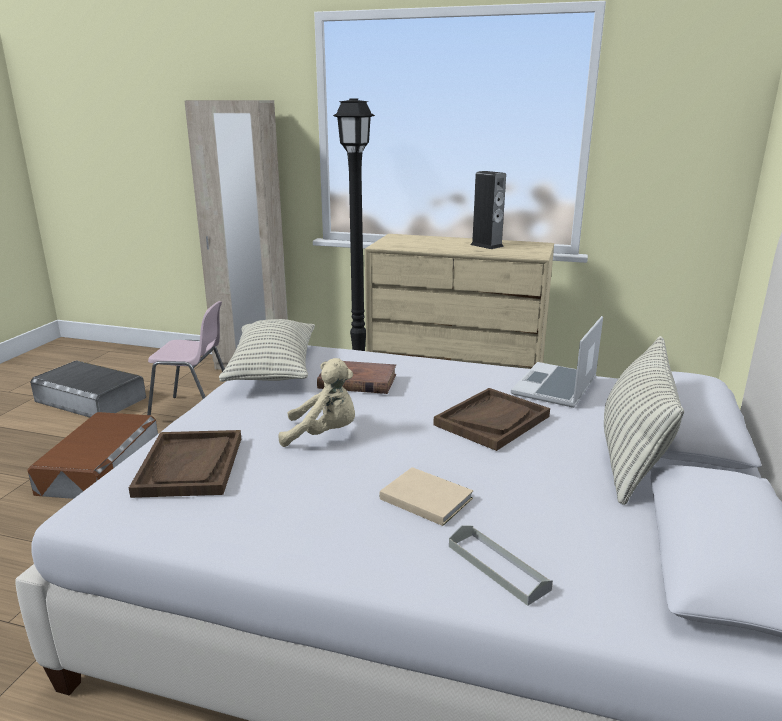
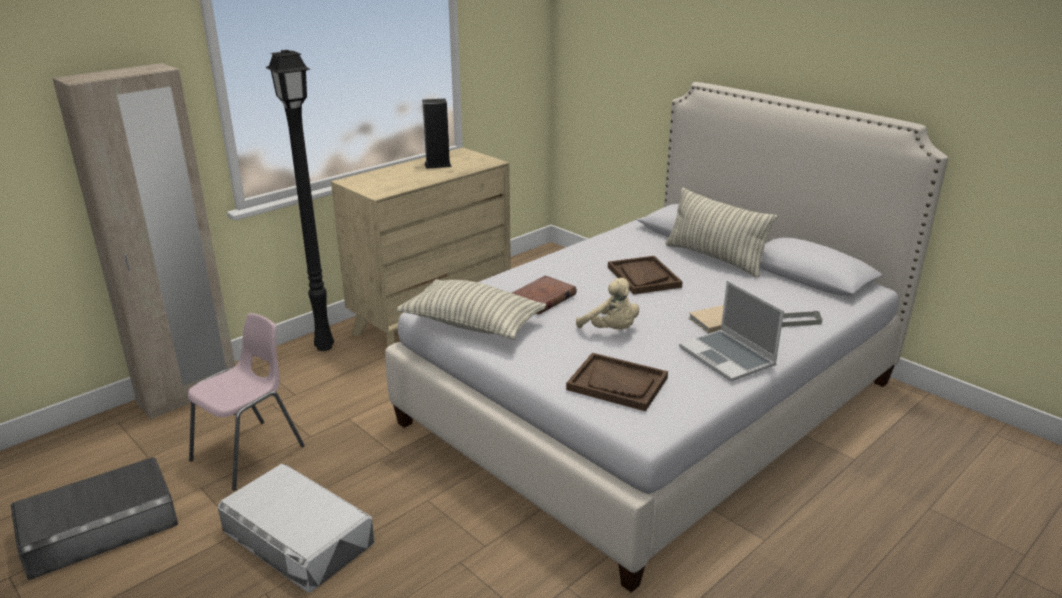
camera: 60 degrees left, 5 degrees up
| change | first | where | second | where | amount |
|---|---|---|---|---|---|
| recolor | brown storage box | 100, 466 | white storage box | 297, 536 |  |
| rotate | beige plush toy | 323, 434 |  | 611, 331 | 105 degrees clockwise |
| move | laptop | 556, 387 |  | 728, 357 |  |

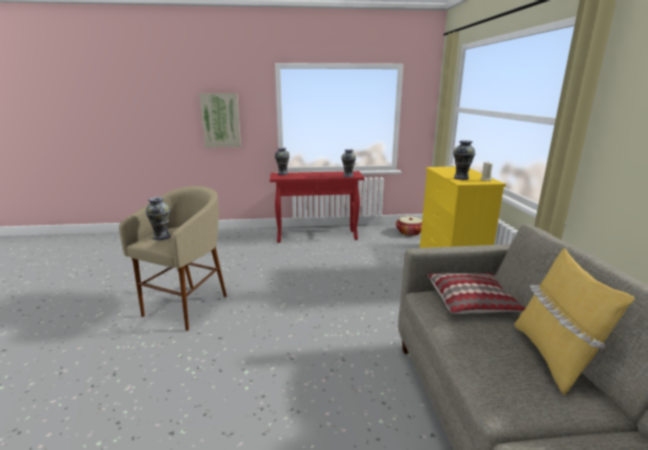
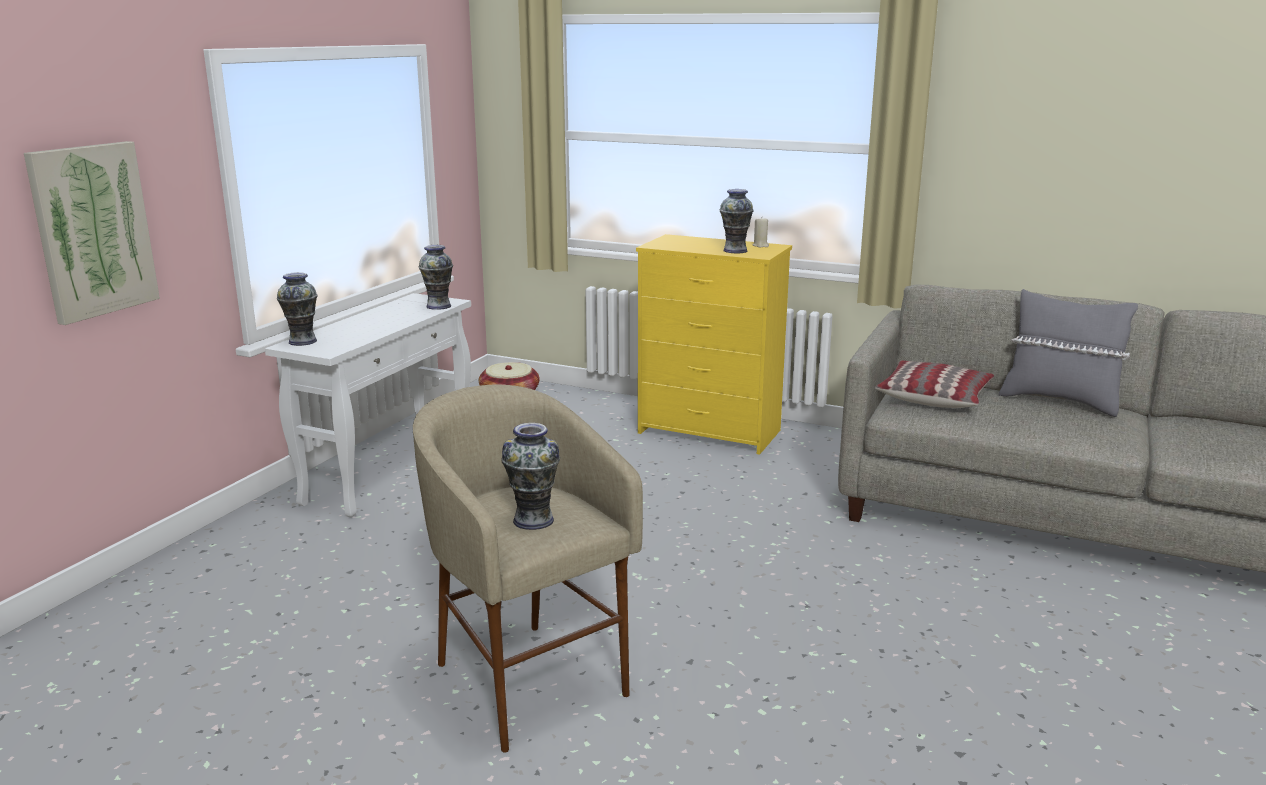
camera: 60 degrees left, 0 degrees up
| change | first | where | second | where | amount |
|---|---|---|---|---|---|
| recolor | red console table | 317, 236 | white console table | 390, 471 |  |
| recolor | yellow pillow | 553, 356 | grey pillow | 1059, 401 |  |

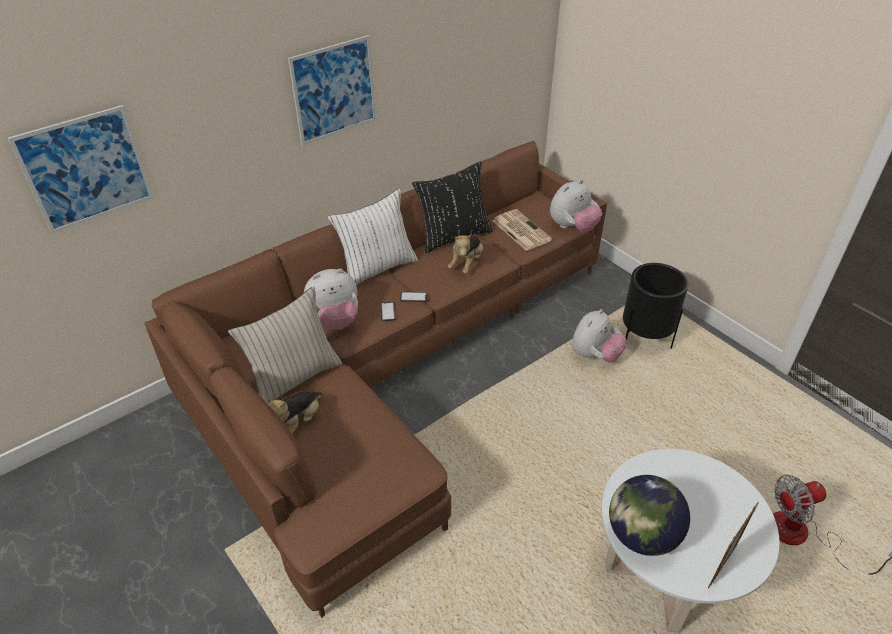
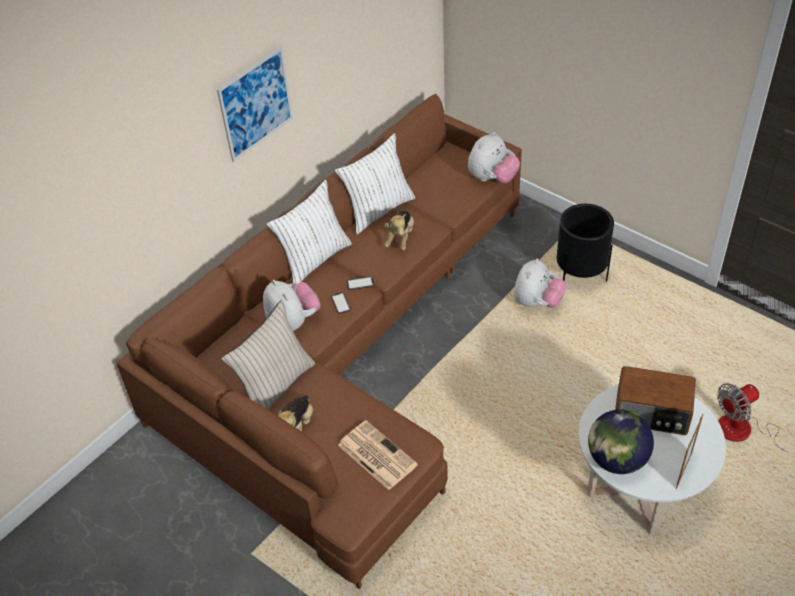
camera: 10 degrees left, 5 degrees up
| change | first | where | second | where | amount |
|---|---|---|---|---|---|
| delete | picture | 86, 169 |  |  |  |
| rotate | plush toy | 335, 320 |  | 293, 321 | 90 degrees counterclockwise |
| recolor | black pillow | 453, 236 | white pillow | 378, 210 |  |
| move | newspaper | 520, 230 |  | 376, 455 |  |
| insert |  |  | radio | 652, 413 |  |

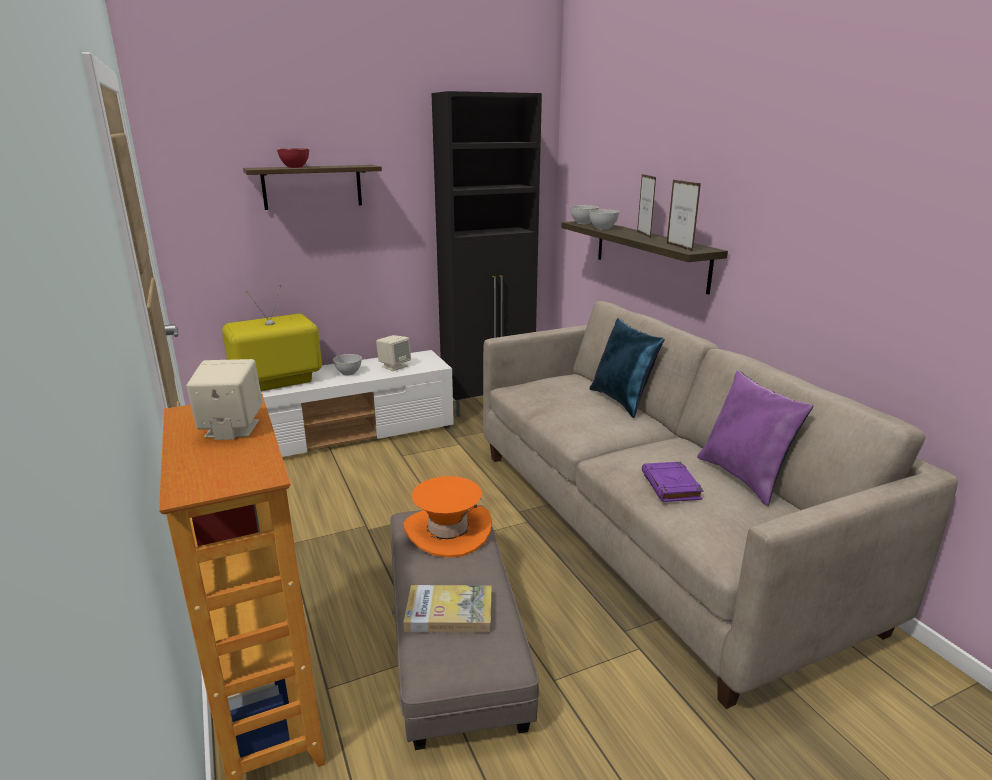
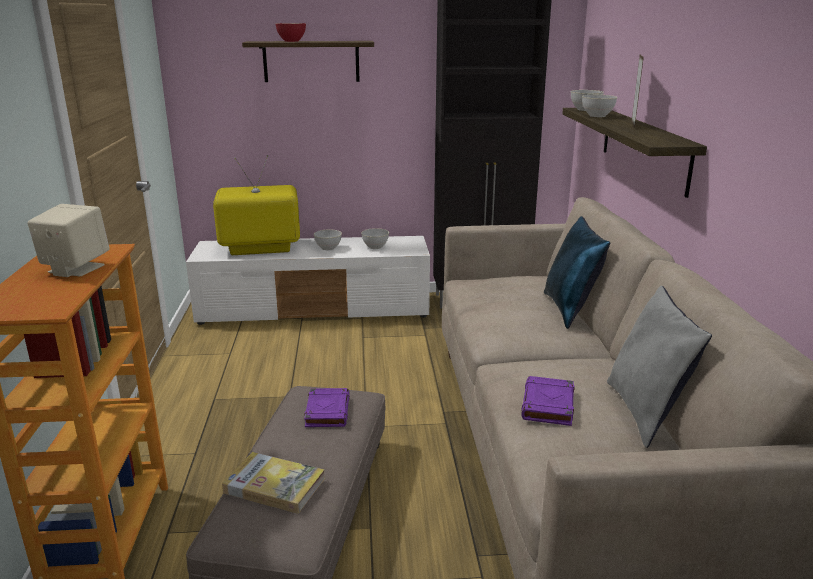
camera: 20 degrees right, 0 degrees up
| change | first | where | second | where | amount |
|---|---|---|---|---|---|
| replace | beige speaker | 394, 366 | grey bowl | 375, 247 |  |
| replace | orange hat | 448, 531 | purple book | 327, 411 |  |
| delete | picture frame | 679, 247 |  |  |  |
| recolor | purple pillow | 744, 477 | grey pillow | 646, 413 |  |

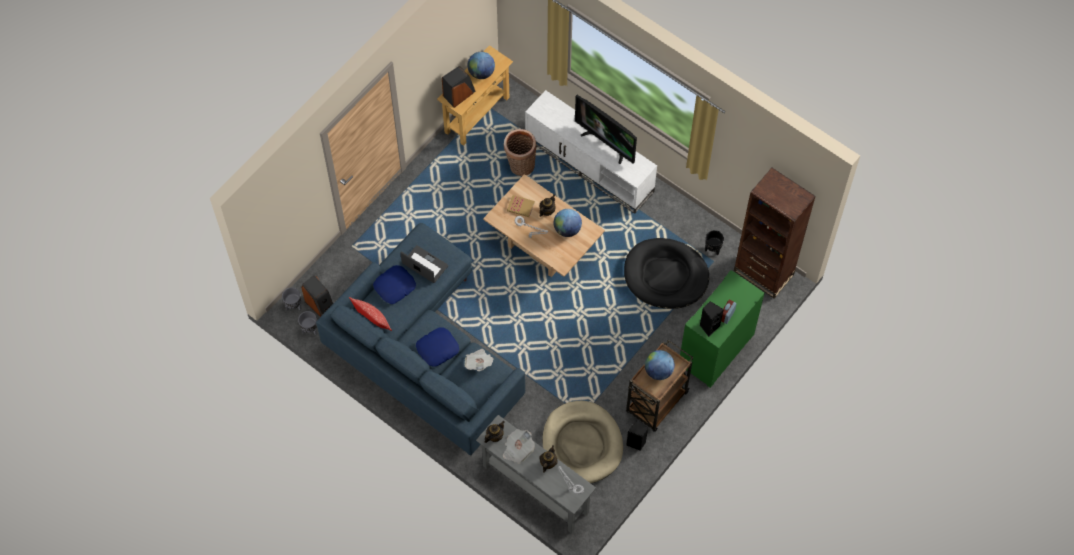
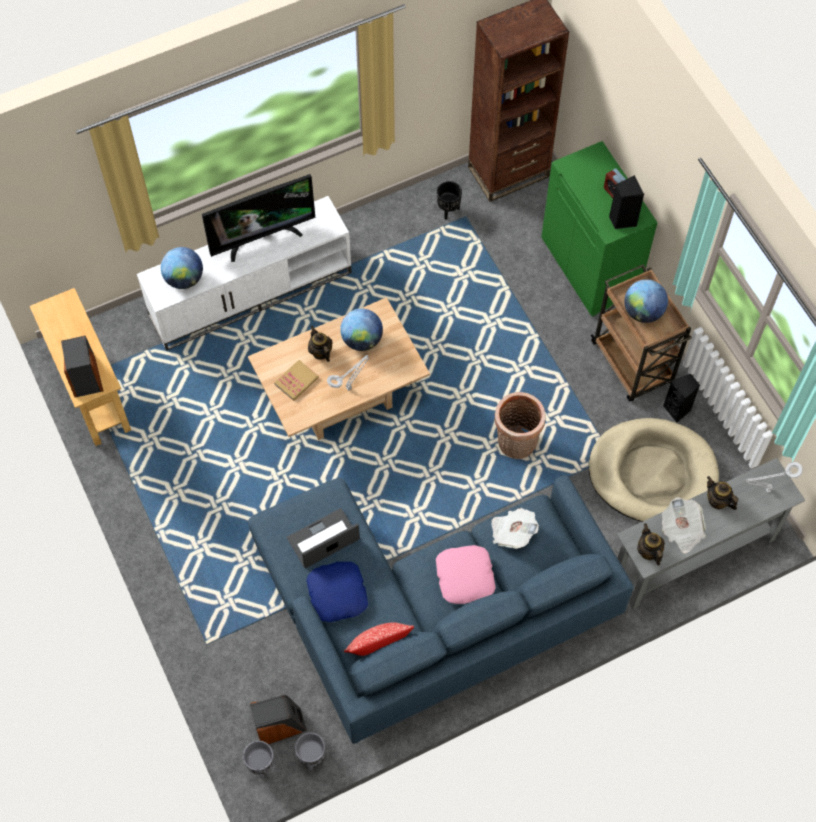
camera: 65 degrees left, 0 degrees up
| change | first | where | second | where | amount |
|---|---|---|---|---|---|
| recolor | blue pillow | 437, 348 | pink pillow | 464, 577 |  |
| move | globe | 481, 73 |  | 184, 279 |  |
| move | basket | 520, 165 |  | 516, 444 |  |
| delete | black dog bed | 665, 275 |  |  |  |

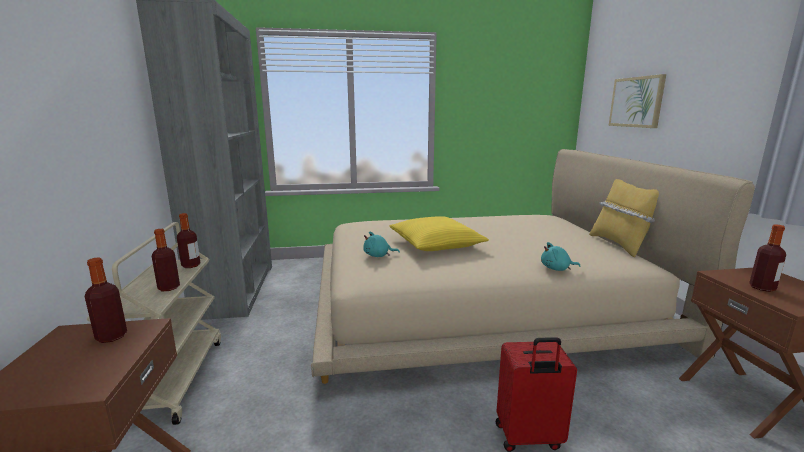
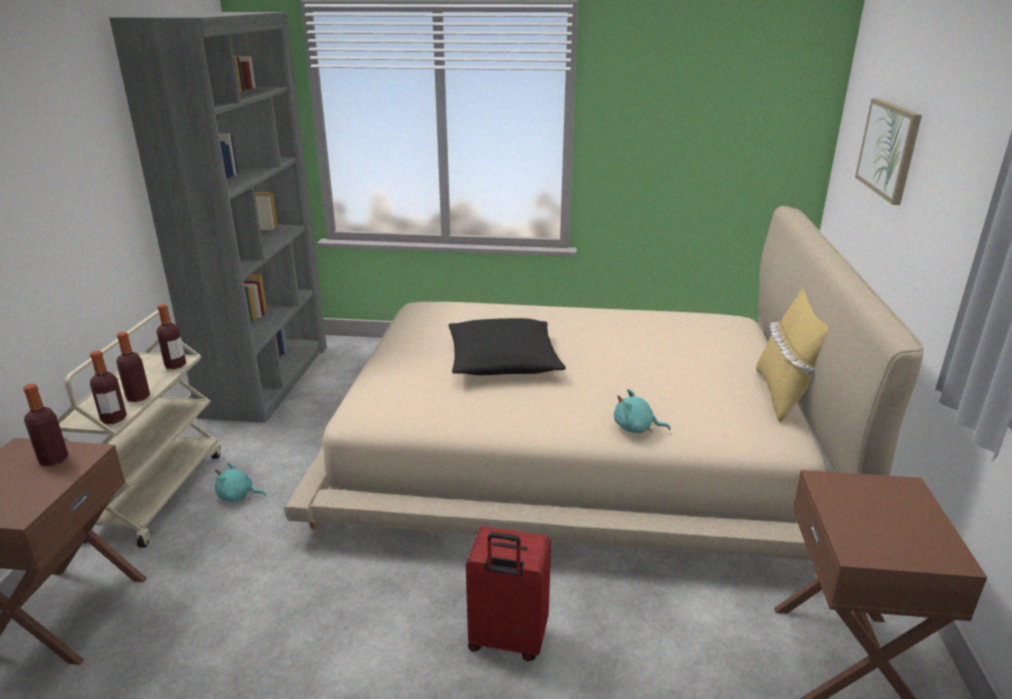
camera: 15 degrees right, 10 degrees up
| change | first | where | second | where | amount |
|---|---|---|---|---|---|
| move | turquoise plush toy | 378, 255 |  | 238, 496 |  |
| recolor | yellow pillow | 435, 244 | black pillow | 503, 360 |  |
| move | bottle | 762, 288 |  | 114, 419 |  |

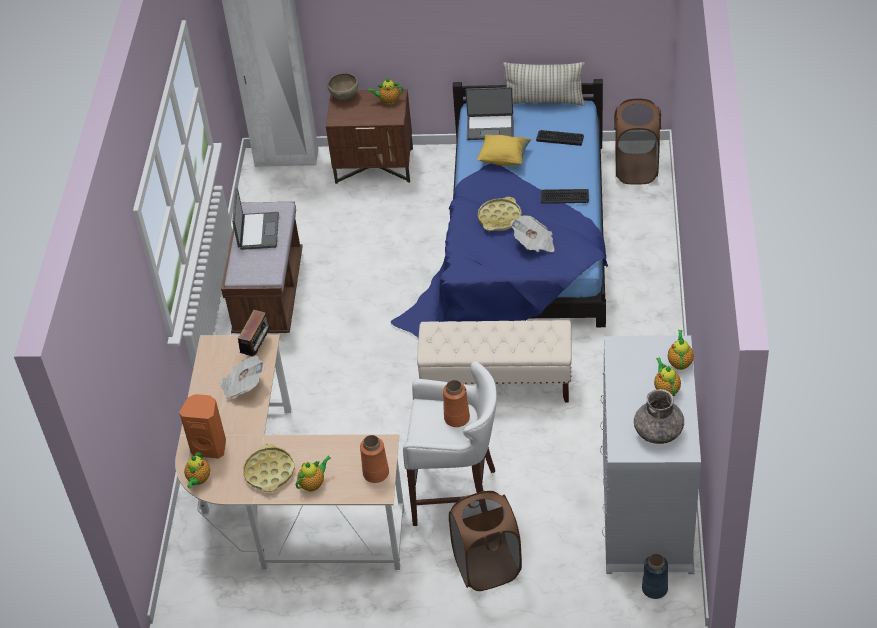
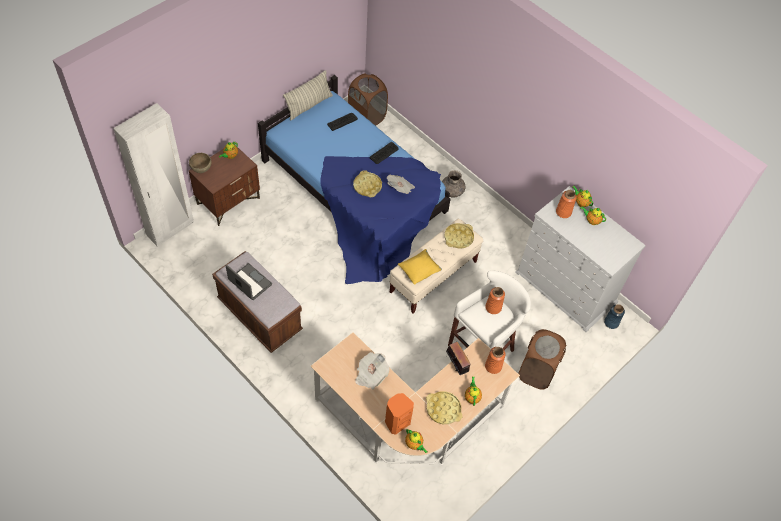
camera: 55 degrees left, 10 degrees up
| change | first | where | second | where | amount |
|---|---|---|---|---|---|
| move | radio | 257, 348 |  | 457, 365 |  |
| delete | laptop | 490, 127 |  |  |  |
| move | yellow pillow | 504, 158 |  | 419, 271 |  |
| move | grey vase | 658, 432 |  | 452, 191 |  |
| insert |  |  | yellow tray | 458, 237 |  |
| insert |  |  | orange vase | 563, 212 |  |

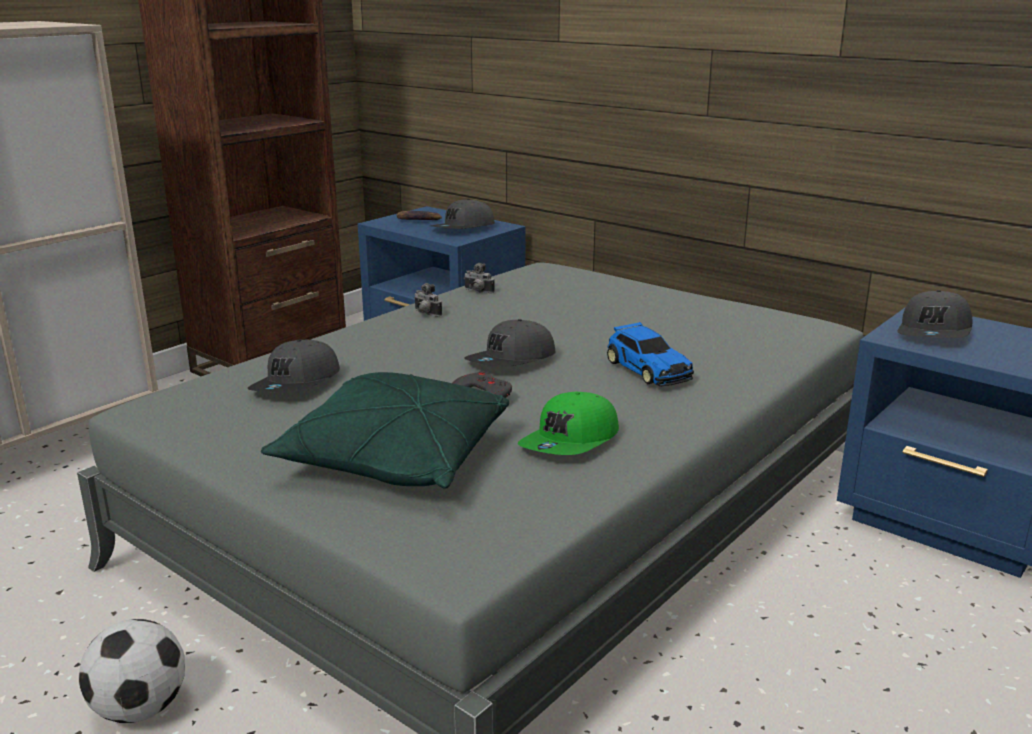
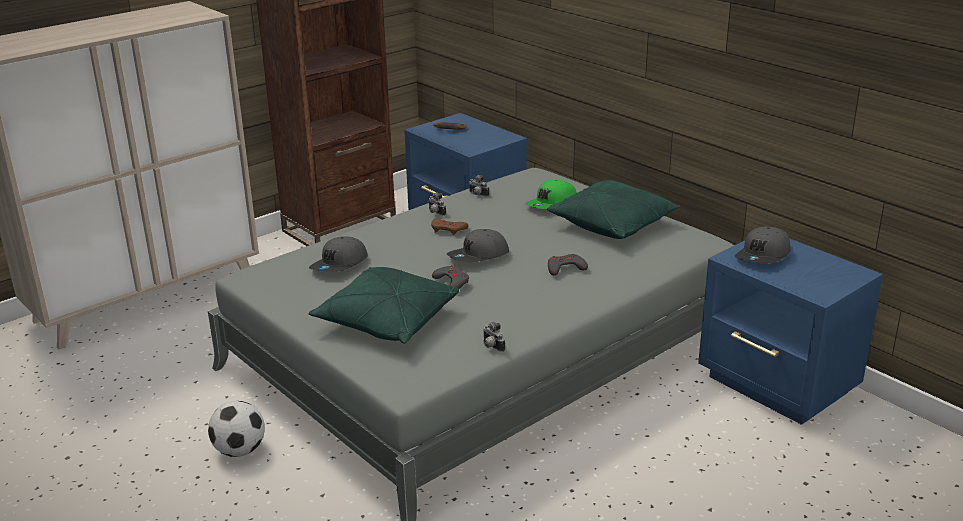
camera: 10 degrees right, 5 degrees up
| change | first | where | second | where | amount |
|---|---|---|---|---|---|
| delete | grey cap | 463, 229 |  |  |  |
| move | green cap | 571, 442 |  | 552, 204 |  |
| replace | toy car | 648, 369 | grey game controller | 565, 268 |  |
| insert |  |  | brown game controller | 448, 229 |  |
| insert |  |  | photo camera | 491, 346 |  |
| insert |  |  | green pillow | 613, 224 |  |

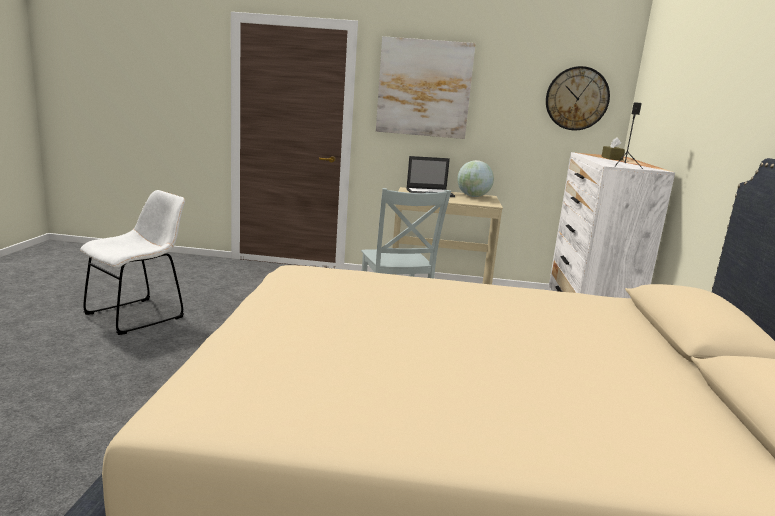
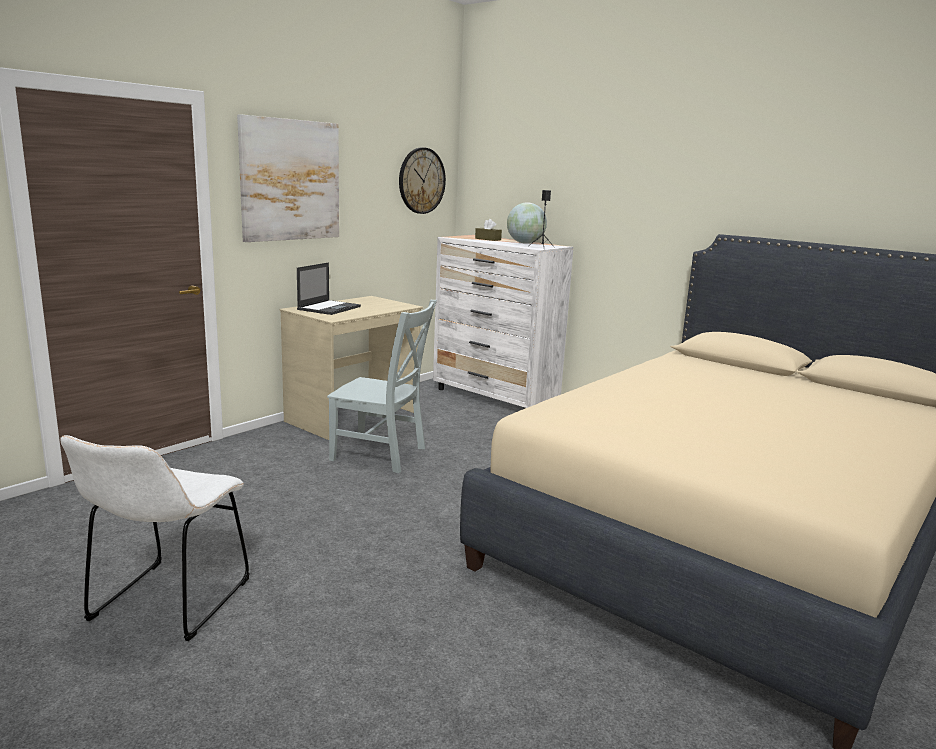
camera: 55 degrees left, 0 degrees up
| change | first | where | second | where | amount |
|---|---|---|---|---|---|
| rotate | white chair | 139, 315 |  | 166, 604 | 150 degrees counterclockwise |
| move | globe | 473, 196 |  | 525, 243 |  |

